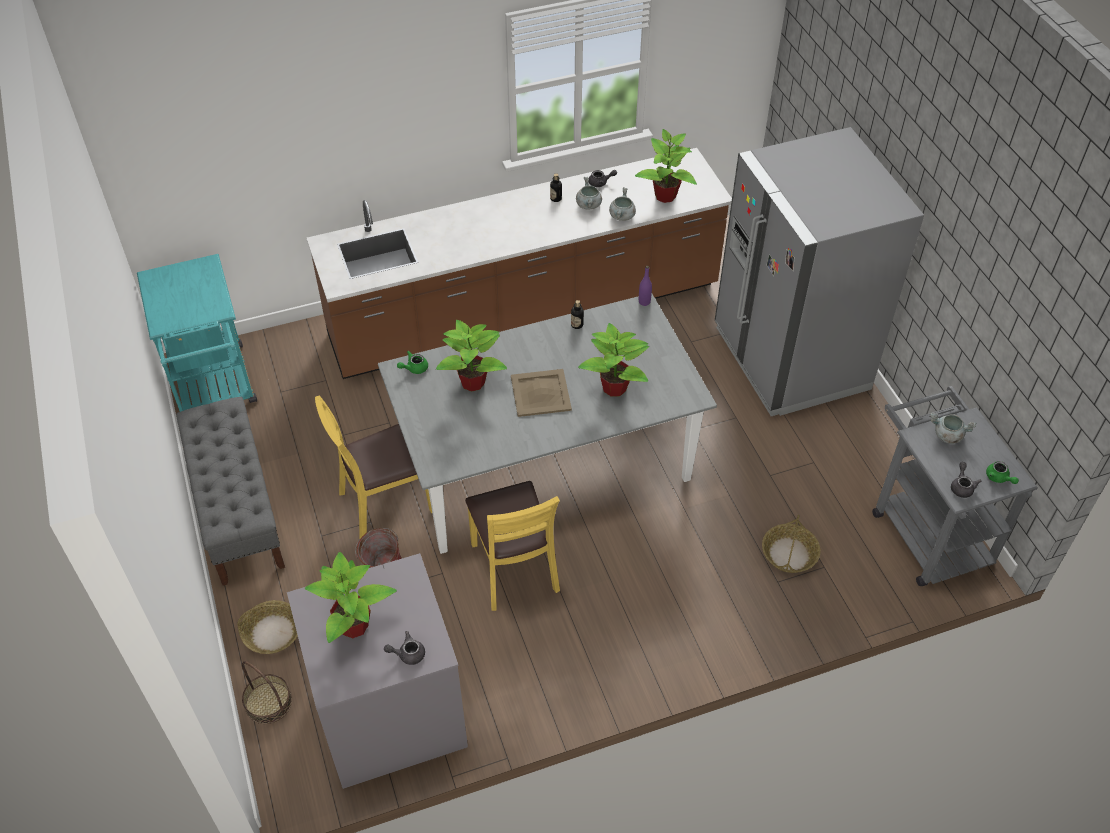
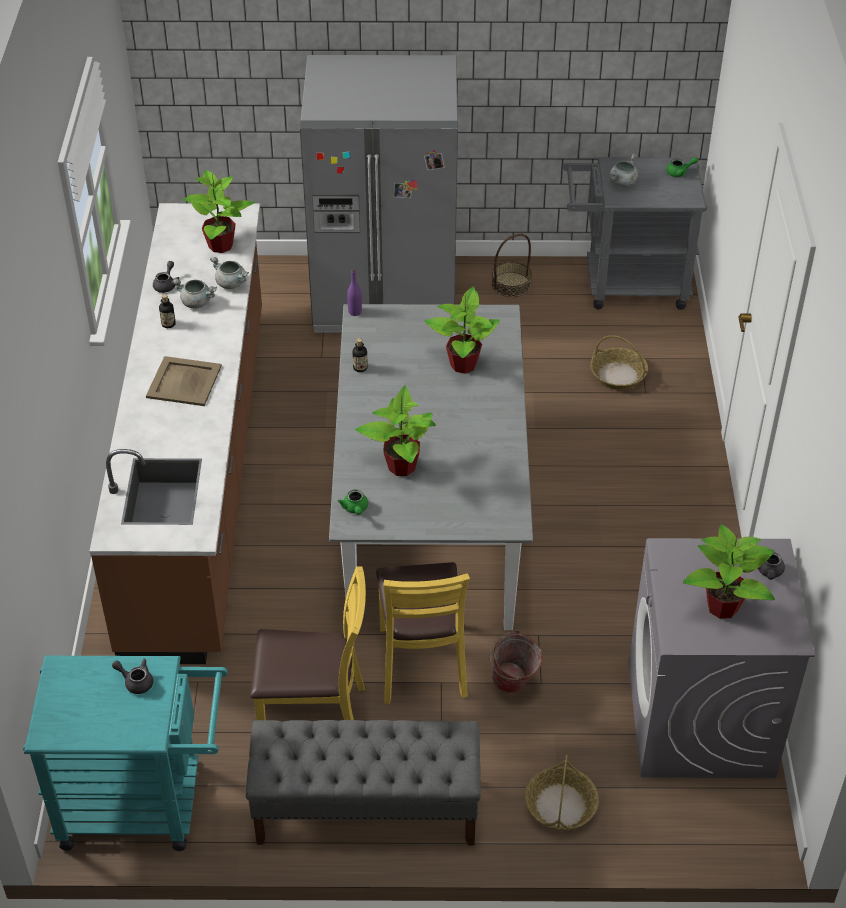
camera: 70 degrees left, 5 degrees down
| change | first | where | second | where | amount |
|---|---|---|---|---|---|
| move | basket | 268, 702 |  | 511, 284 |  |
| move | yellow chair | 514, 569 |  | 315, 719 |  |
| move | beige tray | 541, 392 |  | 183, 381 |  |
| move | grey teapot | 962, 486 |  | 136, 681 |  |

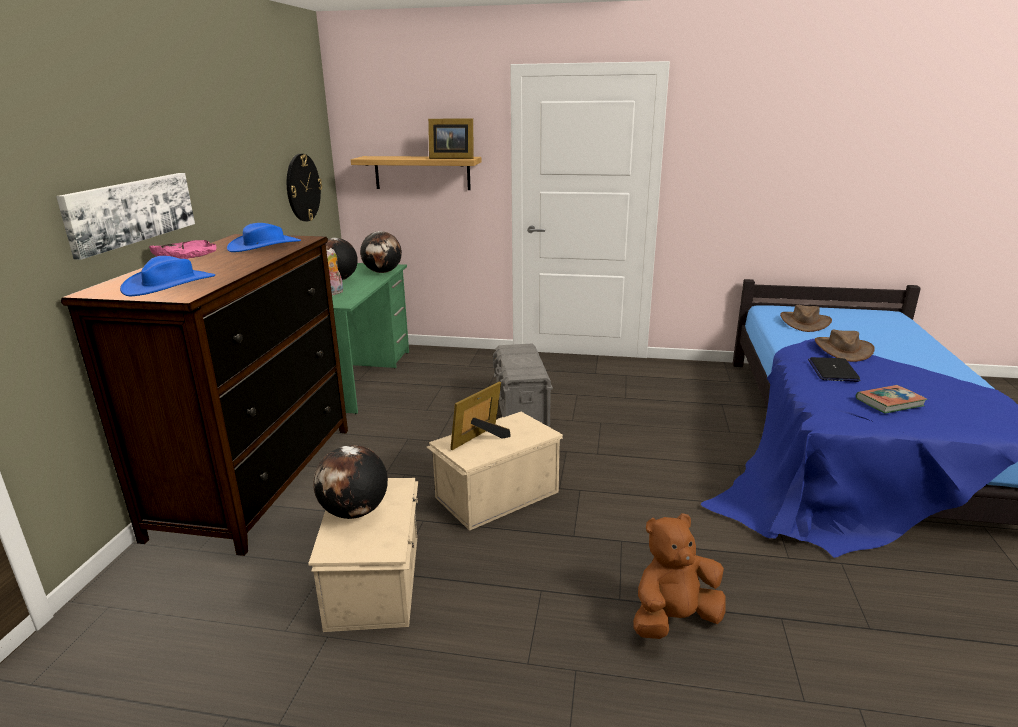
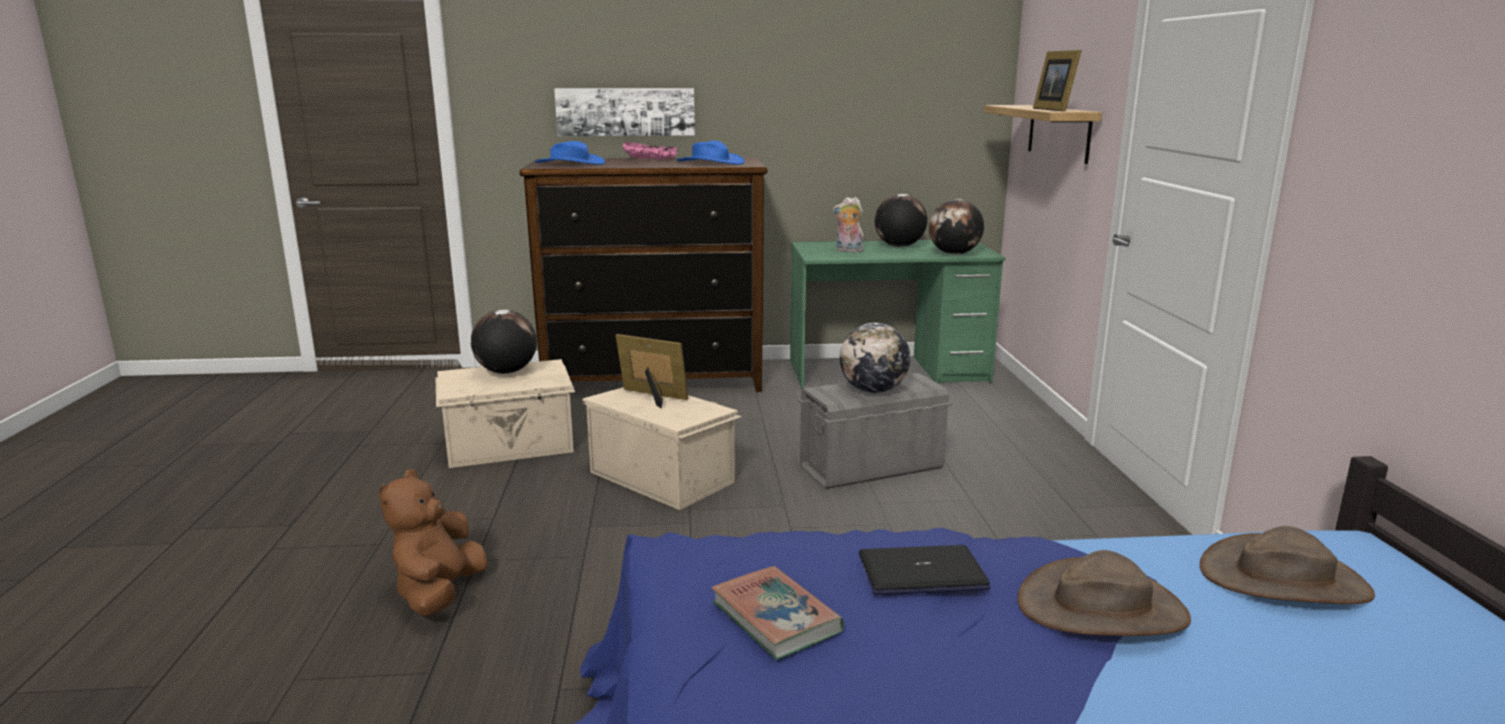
camera: 75 degrees right, 5 degrees down
| change | first | where | second | where | amount |
|---|---|---|---|---|---|
| delete | wall clock | 302, 187 |  |  |  |
| rotate | brown plush toy | 674, 619 |  | 440, 594 | 135 degrees counterclockwise |
| insert |  |  | globe | 873, 391 |  |

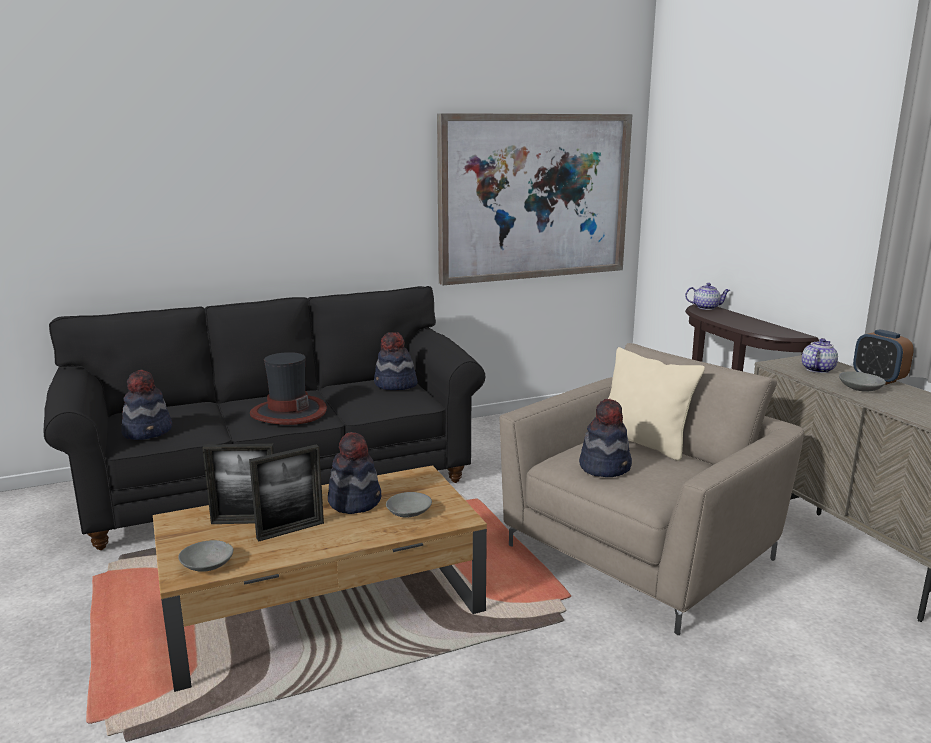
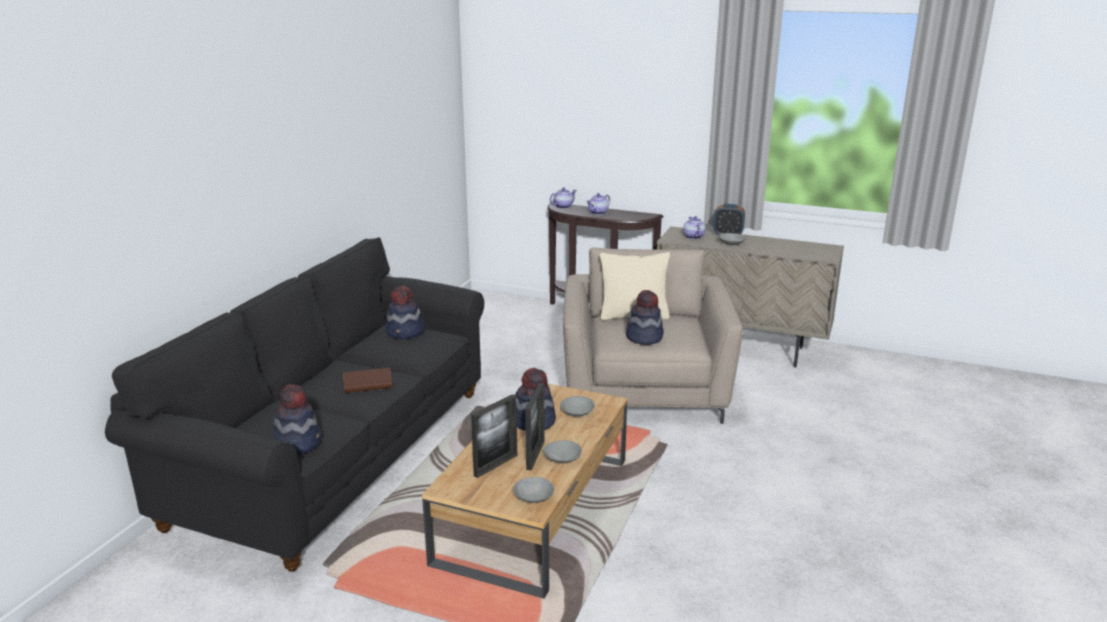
camera: 45 degrees left, 5 degrees up
| change | first | where | second | where | amount |
|---|---|---|---|---|---|
| replace | hat | 288, 412 | brown book | 367, 383 |  |
| delete | picture | 534, 197 |  |  |  |
| insert |  |  | grey bowl | 562, 458 |  |
| insert |  |  | teapot | 598, 213 |  |

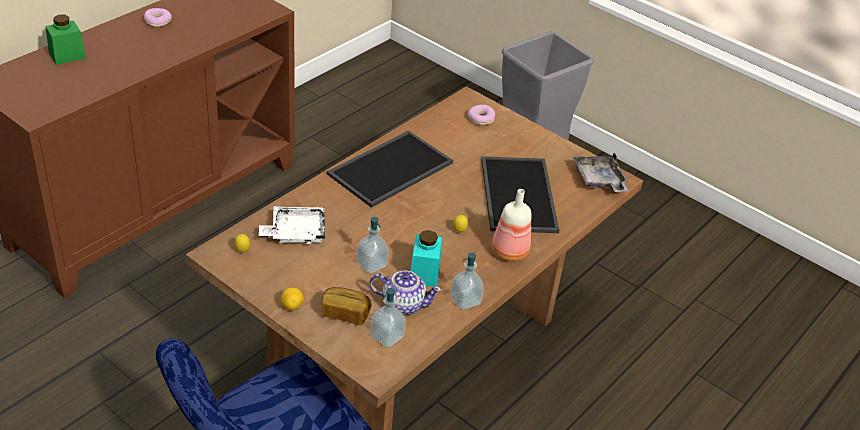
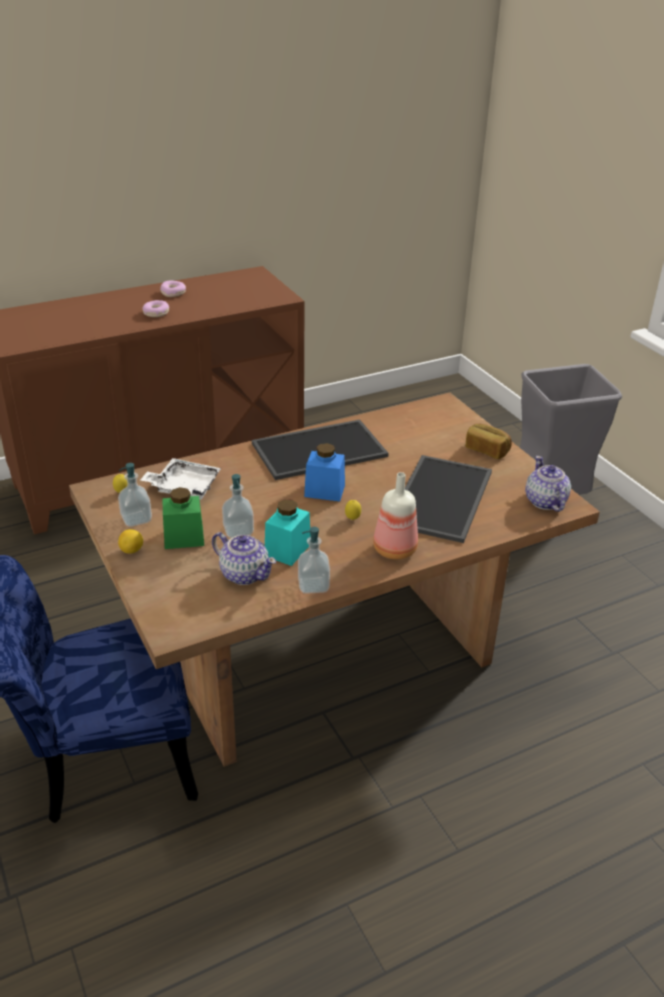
camera: 25 degrees right, 5 degrees down
| change | first | where | second | where | amount |
|---|---|---|---|---|---|
| move | green jar | 67, 55 |  | 184, 538 |  |
| move | bread | 345, 313 |  | 487, 450 |  |
| move | soap dispenser | 387, 337 |  | 136, 519 |  |
| move | donut | 481, 119 |  | 156, 313 |  |
| replace | grey tray | 599, 180 | teapot | 545, 502 |  |
| insert |  |  | blue jar | 324, 491 |  |

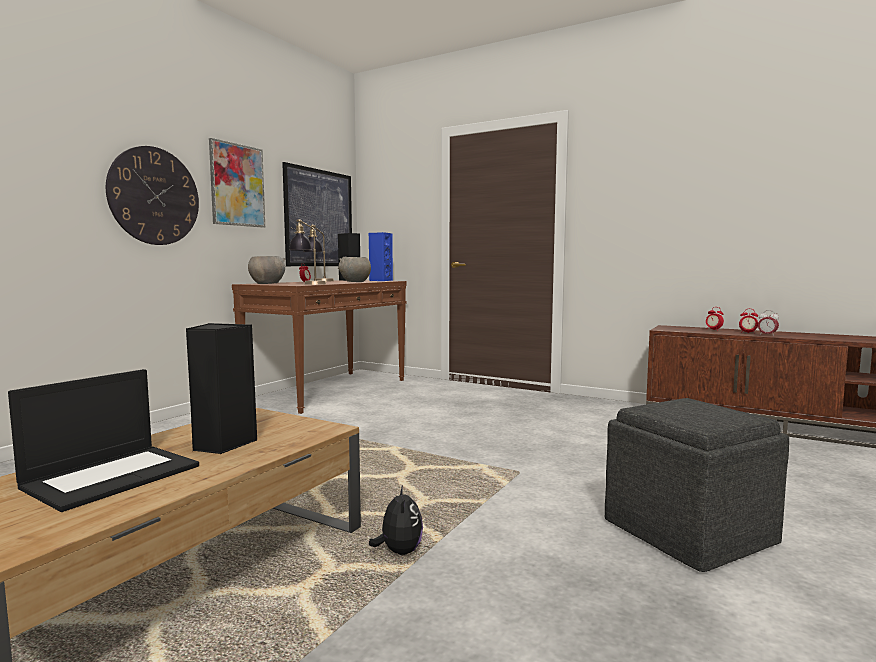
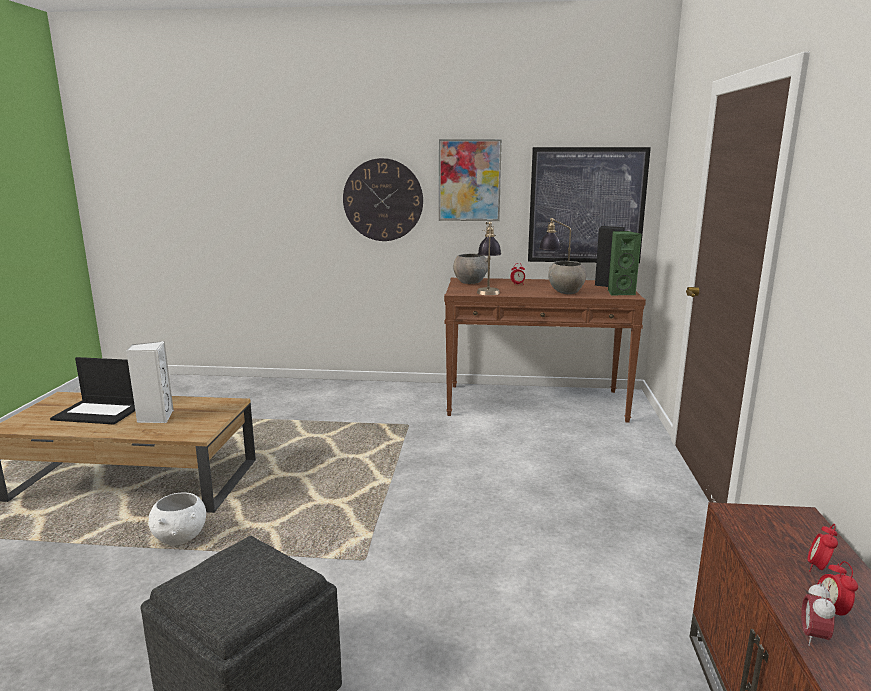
camera: 65 degrees right, 10 degrees up
| change | first | where | second | where | amount |
|---|---|---|---|---|---|
| recolor | black speaker | 222, 445 | white speaker | 155, 417 |  |
| recolor | blue speaker | 380, 280 | green speaker | 620, 293 |  |
| replace | plush toy | 399, 551 | white bowl | 181, 538 |  |

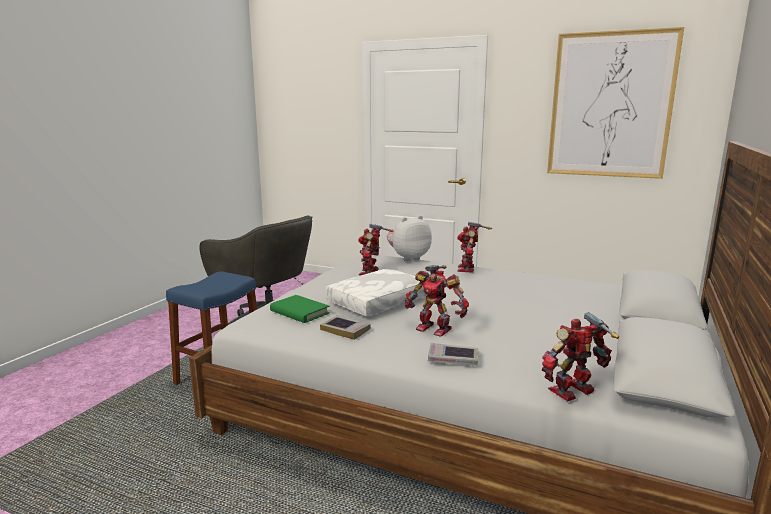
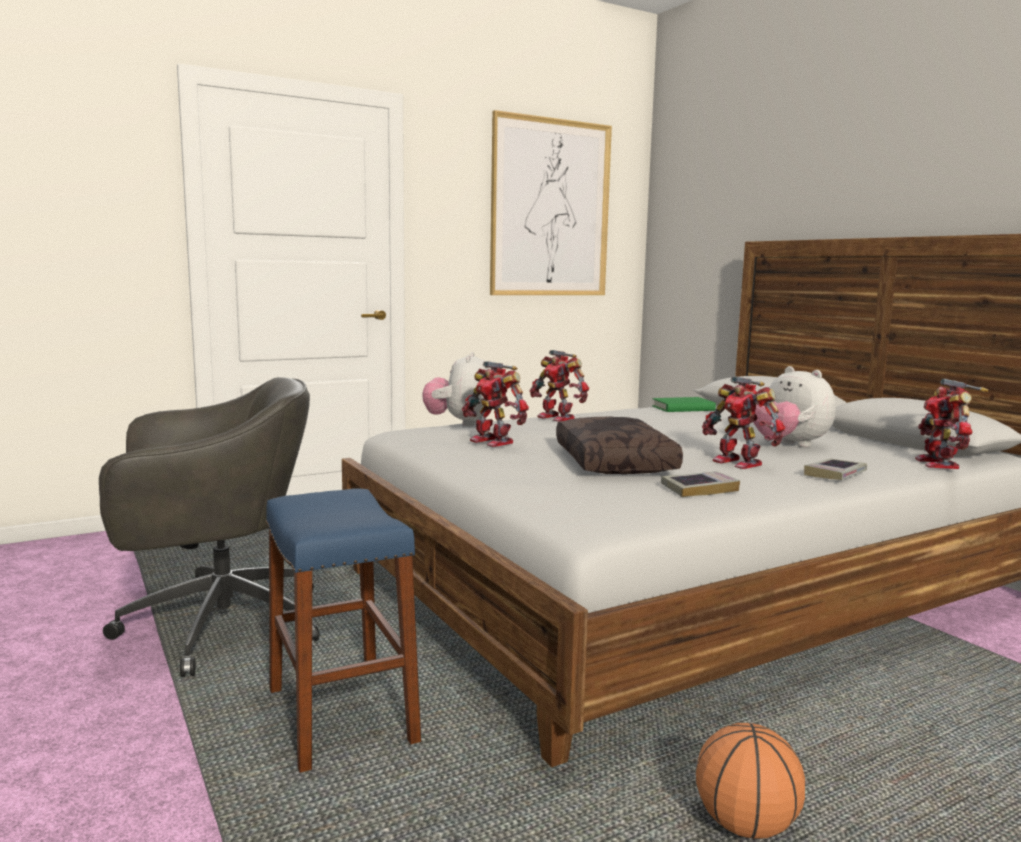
camera: 55 degrees left, 5 degrees down
| change | first | where | second | where | amount |
|---|---|---|---|---|---|
| move | green book | 299, 312 |  | 683, 408 |  |
| recolor | white pillow | 378, 303 | brown pillow | 616, 462 |  |
| rotate | toy robot | 435, 328 |  | 739, 462 | 75 degrees clockwise |
| insert |  |  | basketball | 745, 825 |  |
| insert |  |  | plush toy | 789, 445 |  |

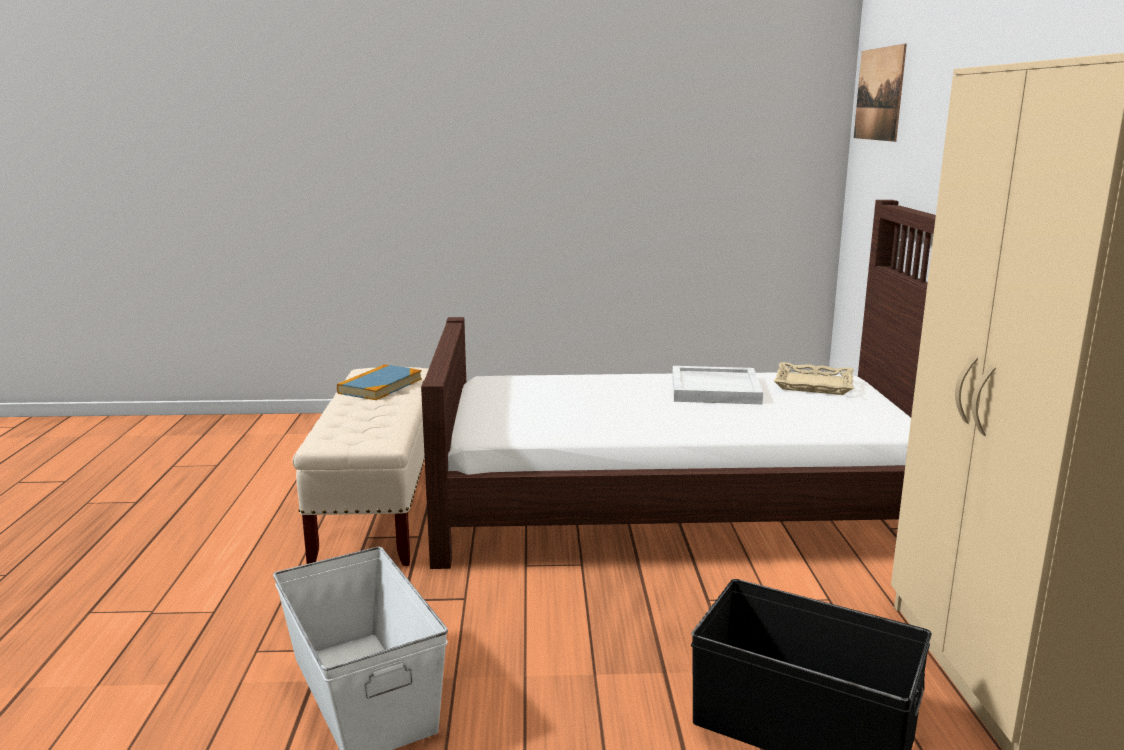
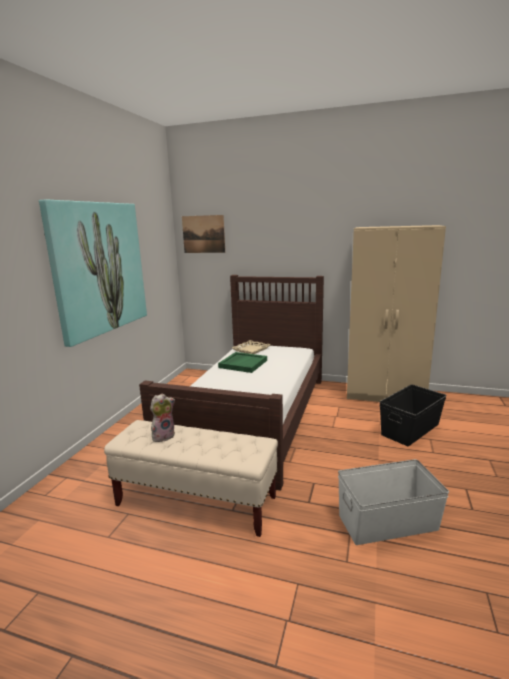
camera: 70 degrees left, 0 degrees up
| change | first | where | second | where | amount |
|---|---|---|---|---|---|
| replace | book | 380, 386 | plush toy | 163, 436 |  |
| recolor | white tray | 715, 389 | green tray | 243, 364 |  |
| insert |  |  | picture | 99, 268 |  |

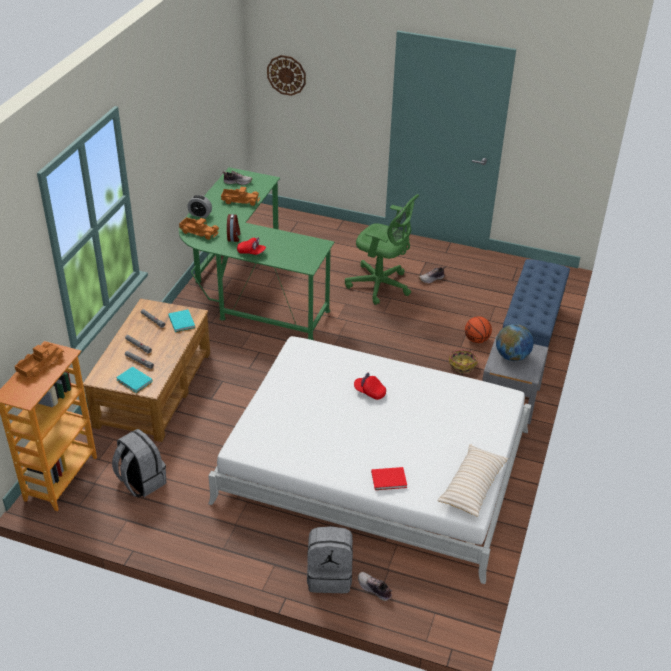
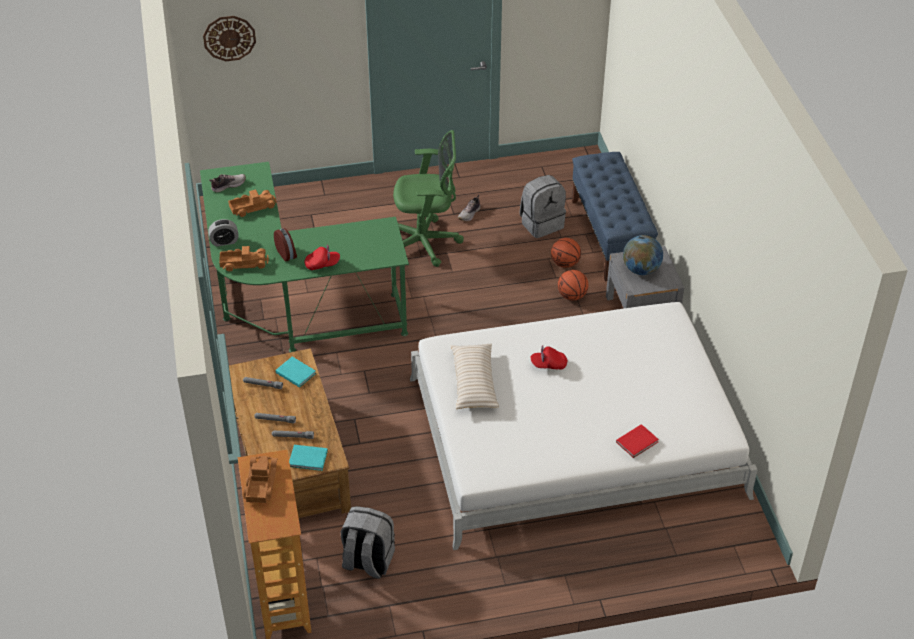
camera: 30 degrees left, 5 degrees up
| change | first | where | second | where | amount |
|---|---|---|---|---|---|
| move | grey backpack | 330, 576 |  | 541, 223 |  |
| delete | shoe | 374, 589 |  |  |  |
| move | beige pillow | 472, 486 |  | 474, 383 |  |
| replace | basket | 462, 364 | basketball | 572, 296 |  |

